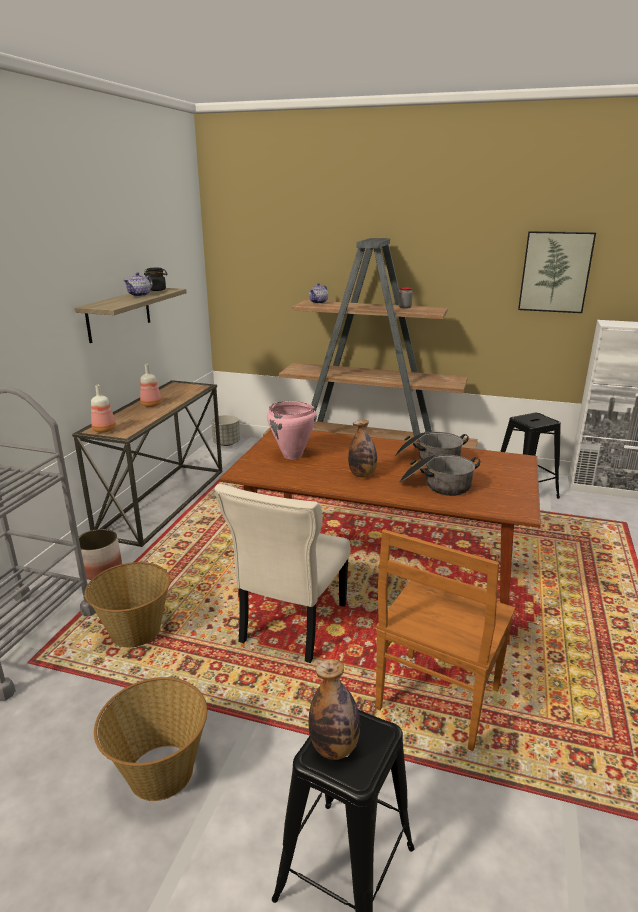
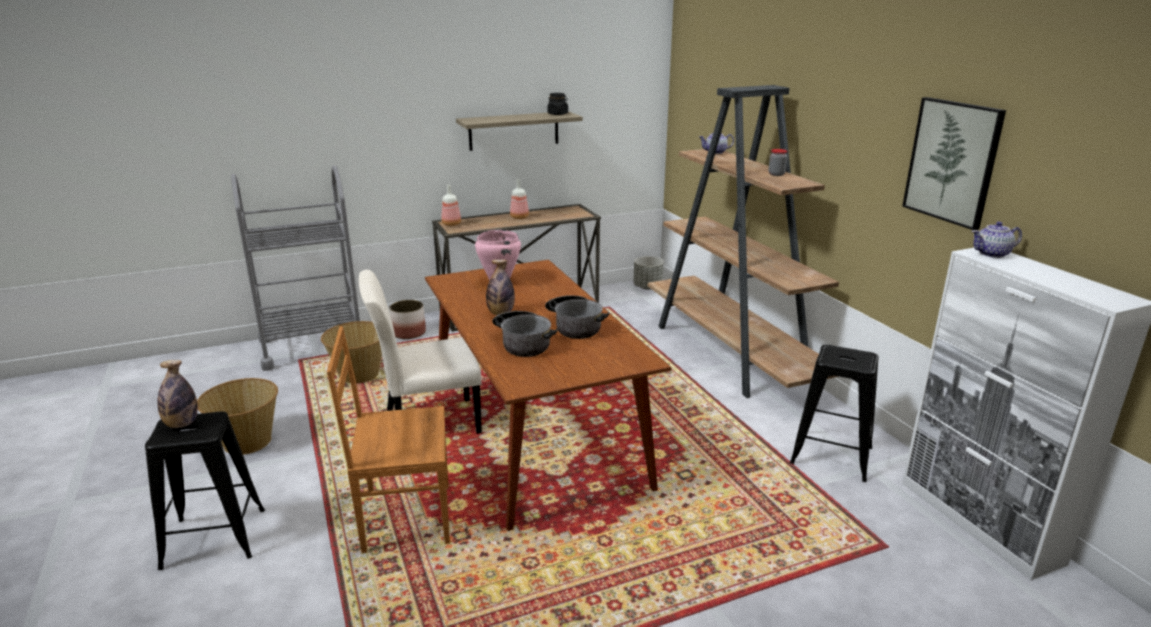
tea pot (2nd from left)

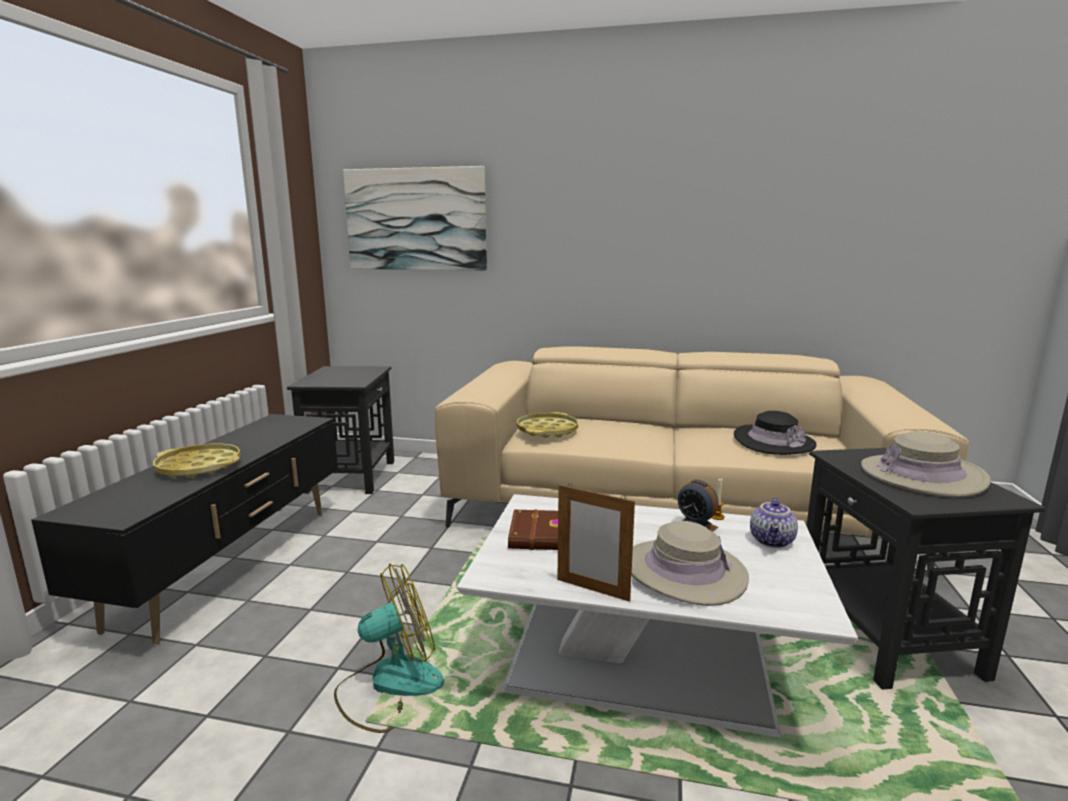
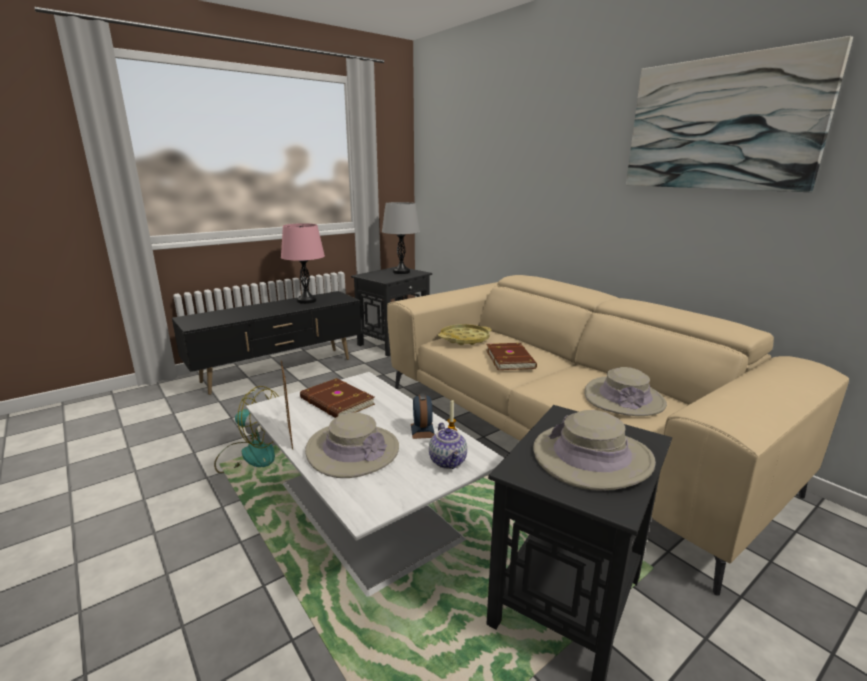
picture
wearable hat/sand-coloured (3rd from left)
carrying tray/yellowish (1st from left in the first image)
tea pot
lamp for a table/grey
lamp for a table/pink-coloured
bound book/brown-coloured (2nd from left)

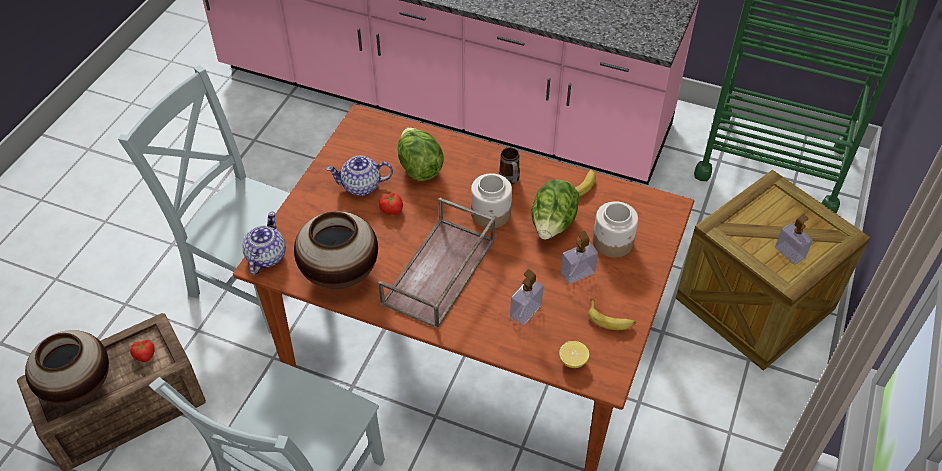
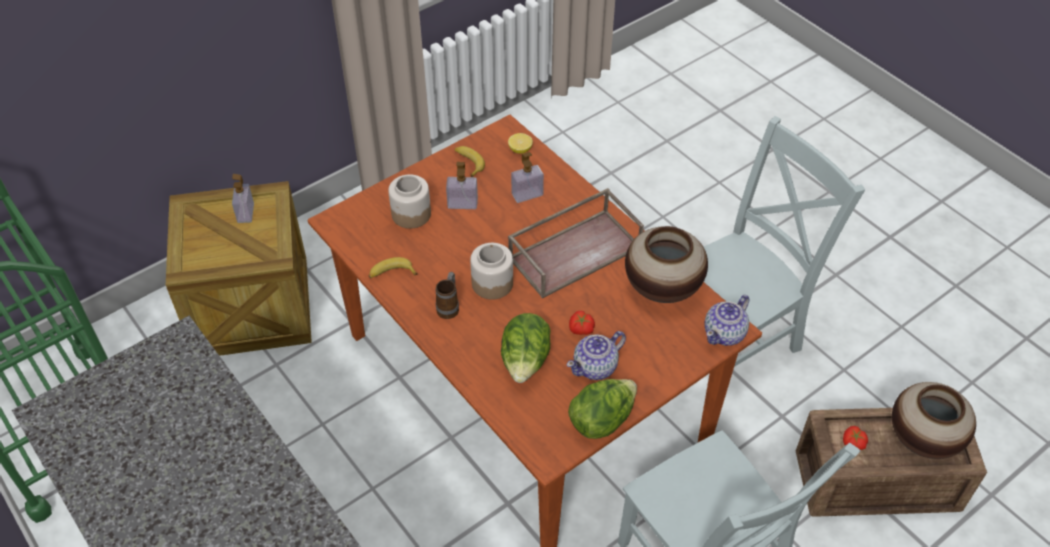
tea pot (1st from left)
head of lettuce (2nd from left)

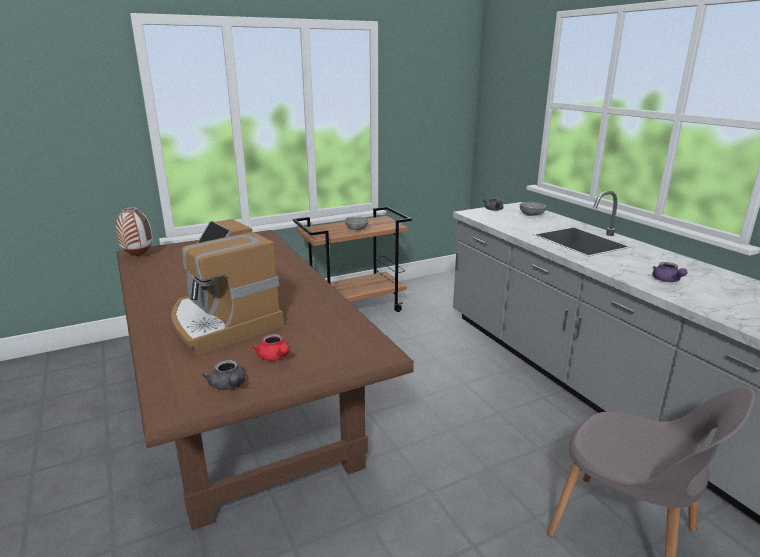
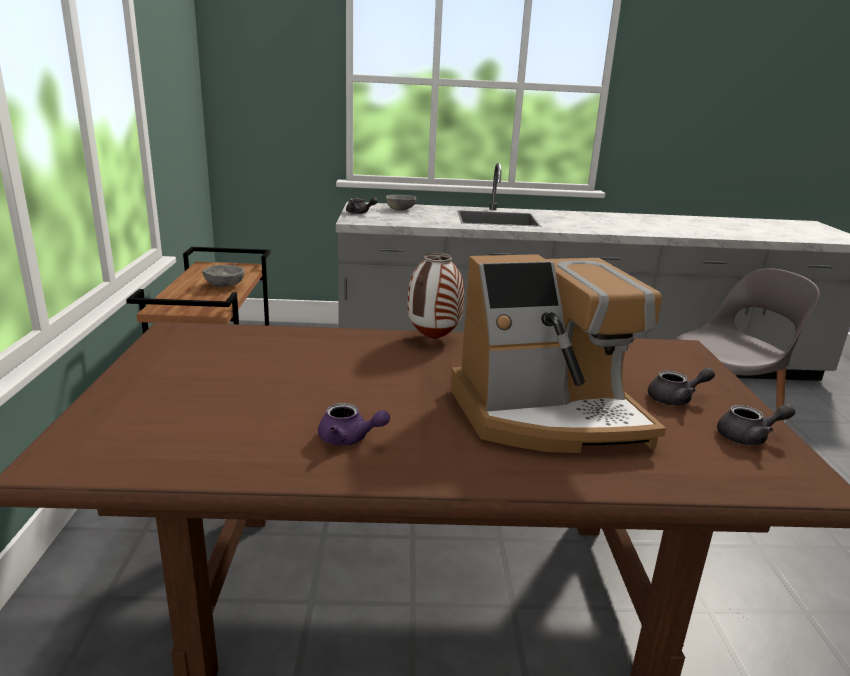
flower vase
tea pot/purple-coloured
tea pot/grey (2nd from left)

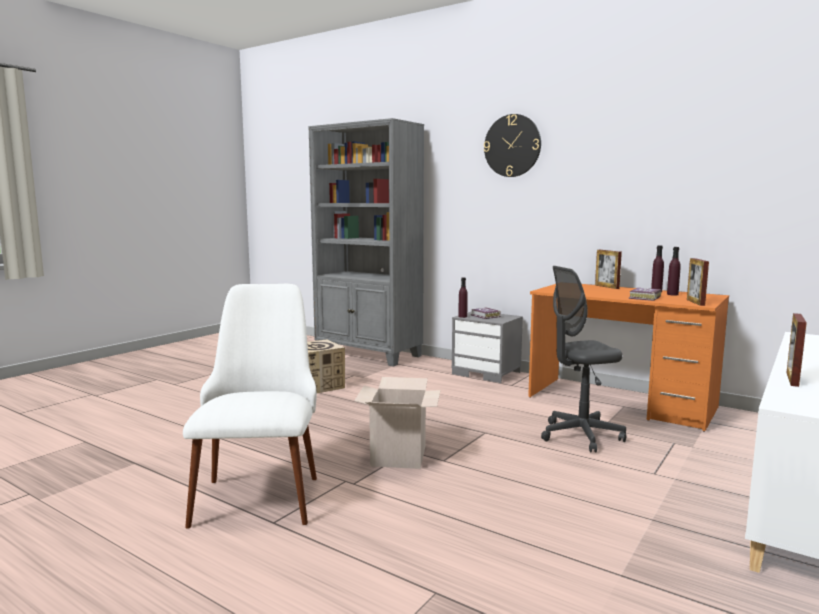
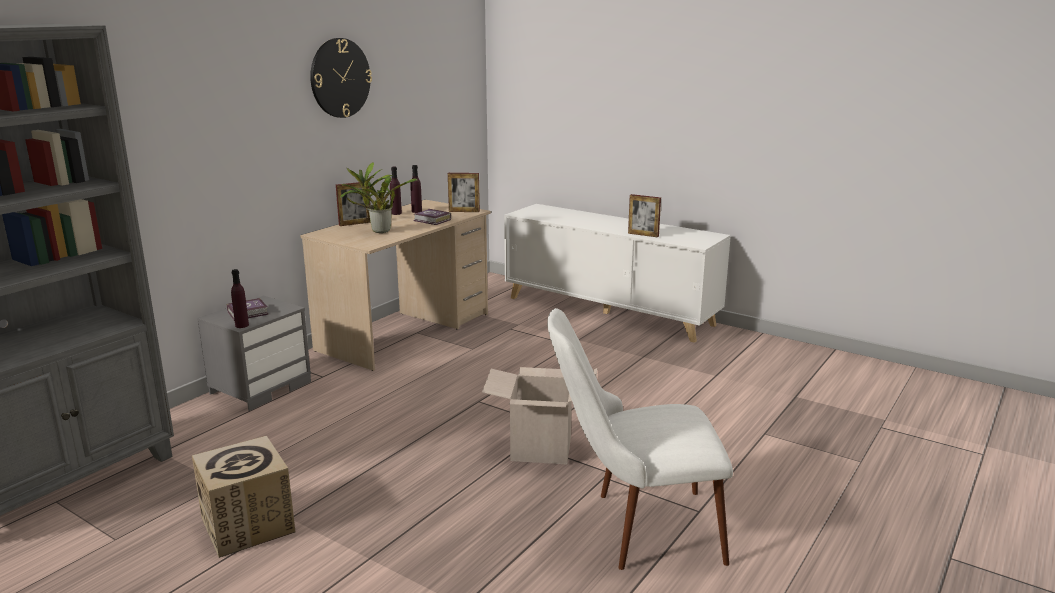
hanging clock
office chair/grey
desk unit/sand-coloured
houseplant

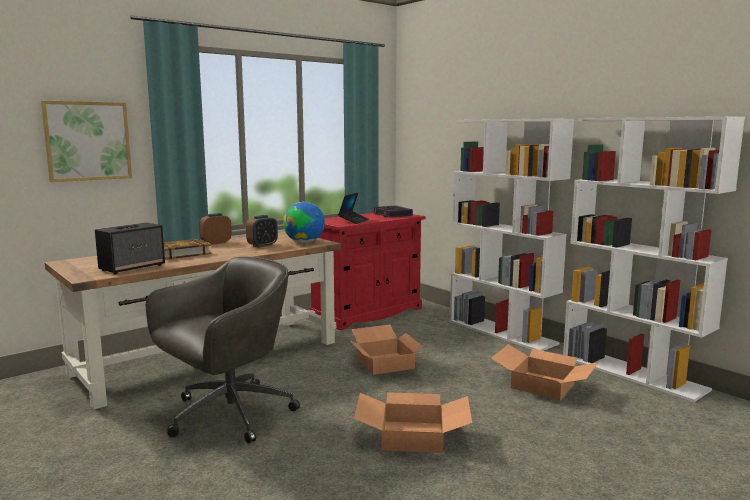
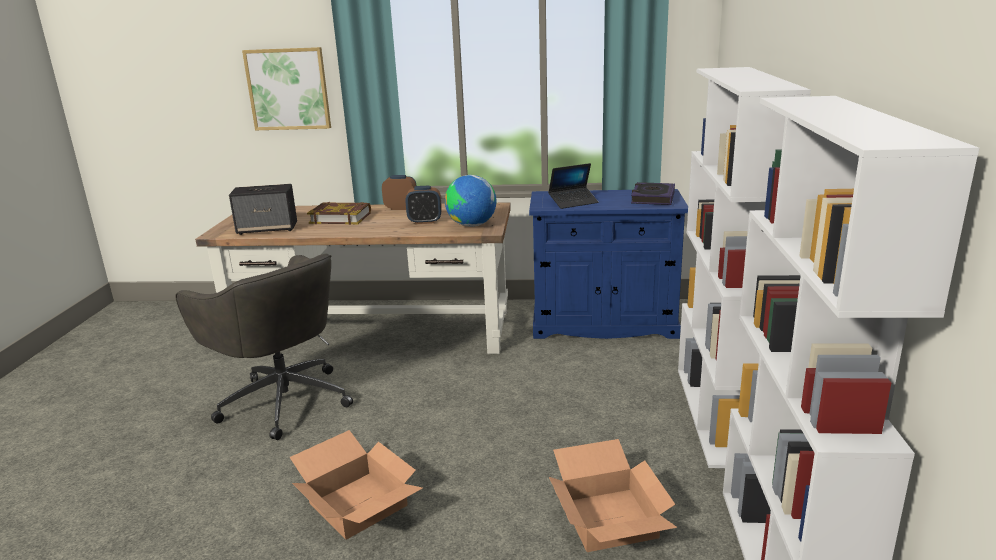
cabinet/blue
office chair/grey
cardboard box (1st from left in the first image)

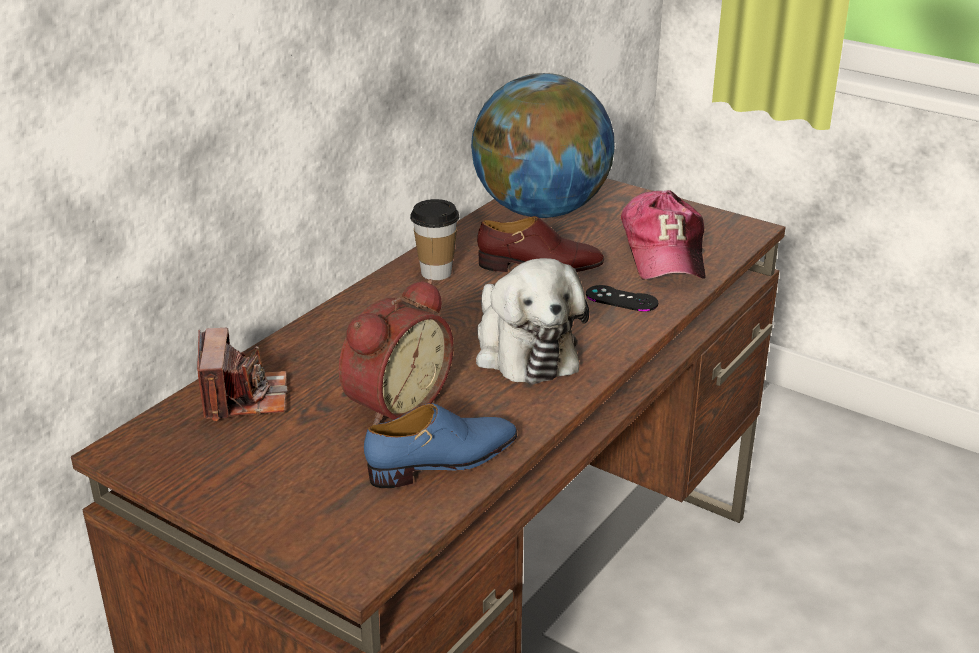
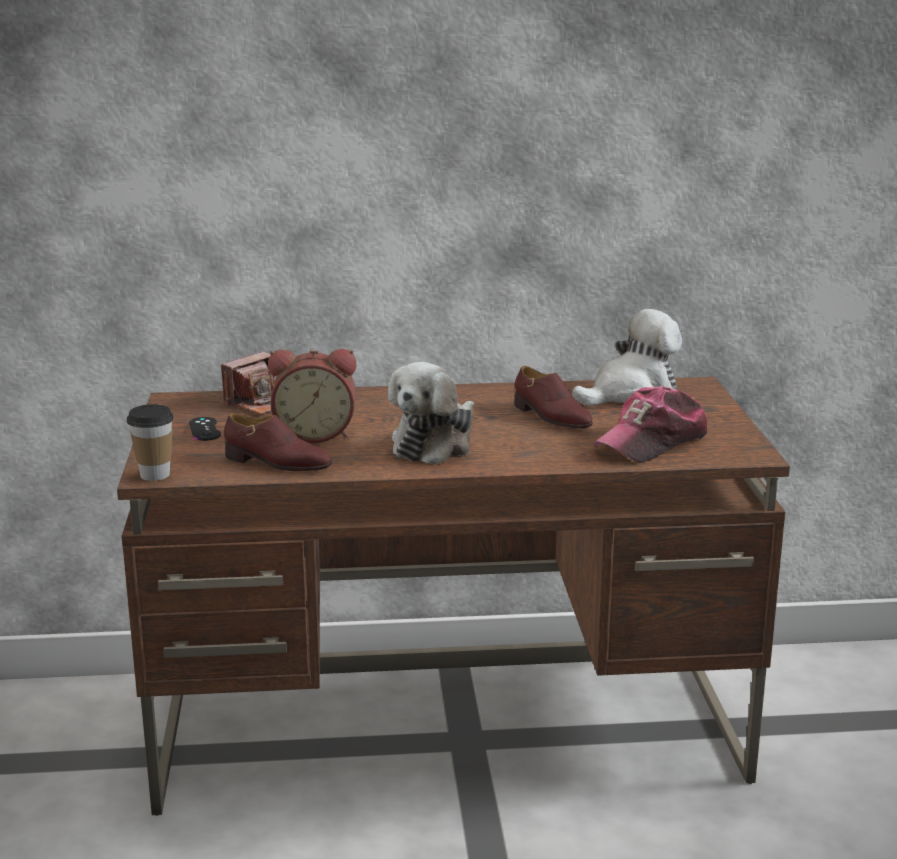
plush toy (2nd from left)
cup
game controller/blackish
low shoe/brown-coloured (1st from left)

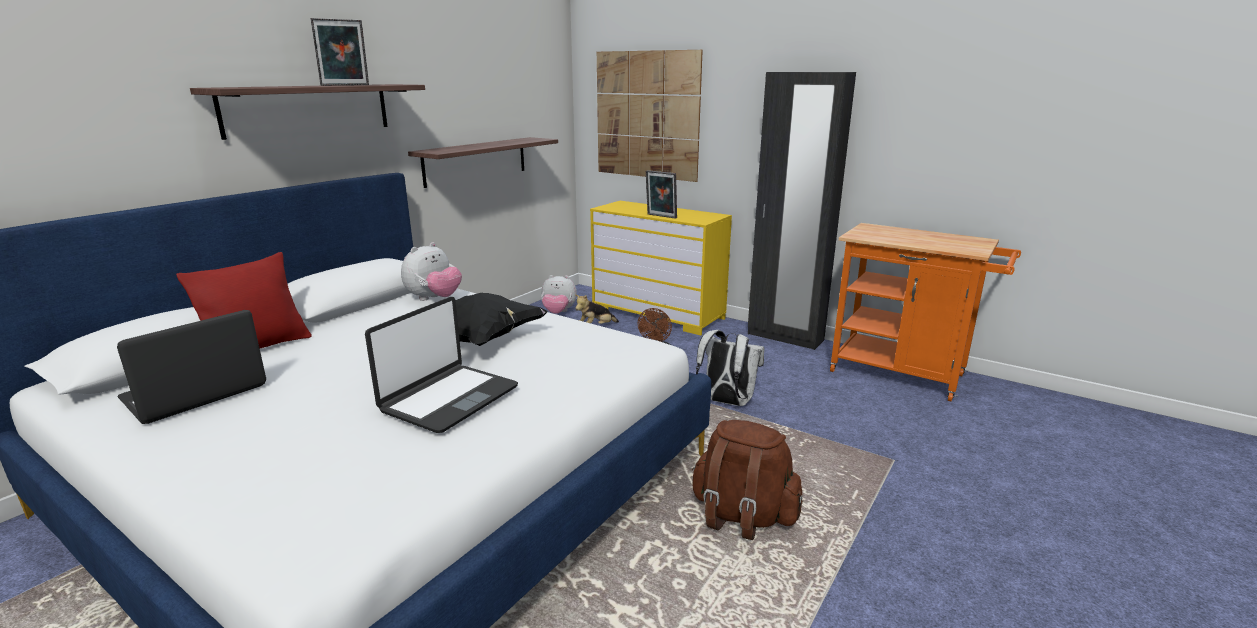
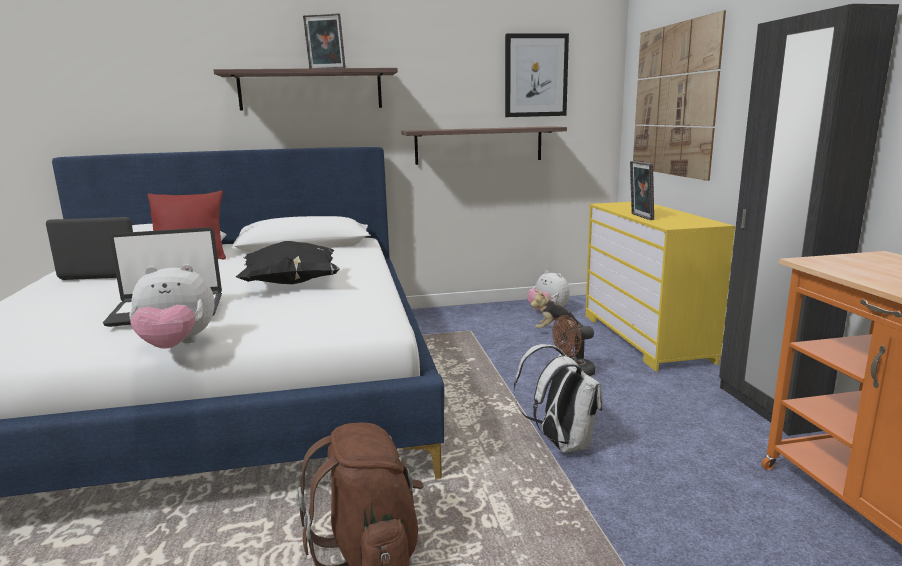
plush toy (1st from left)
picture (1st from left)

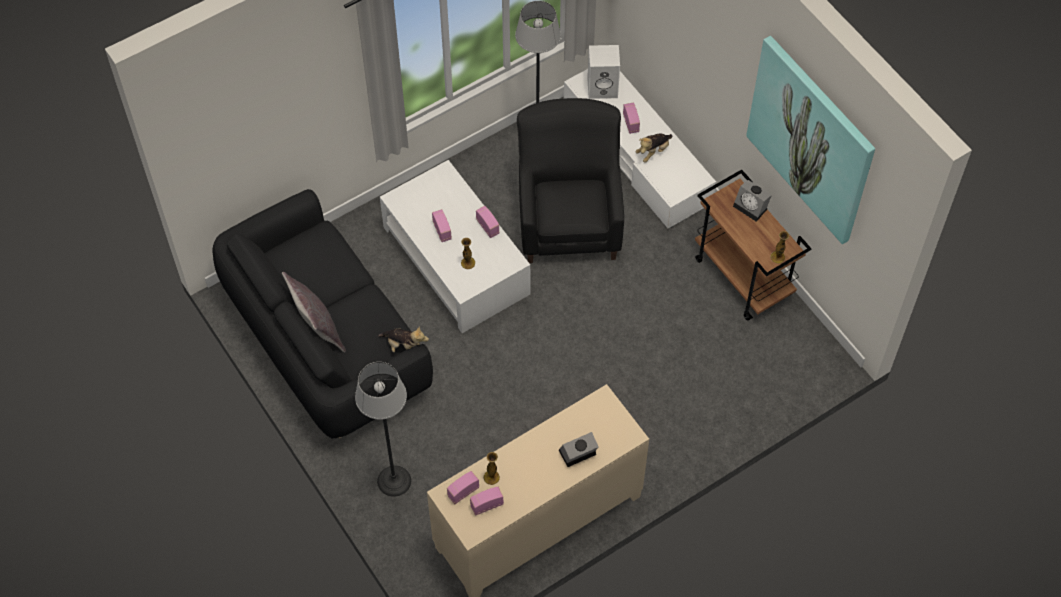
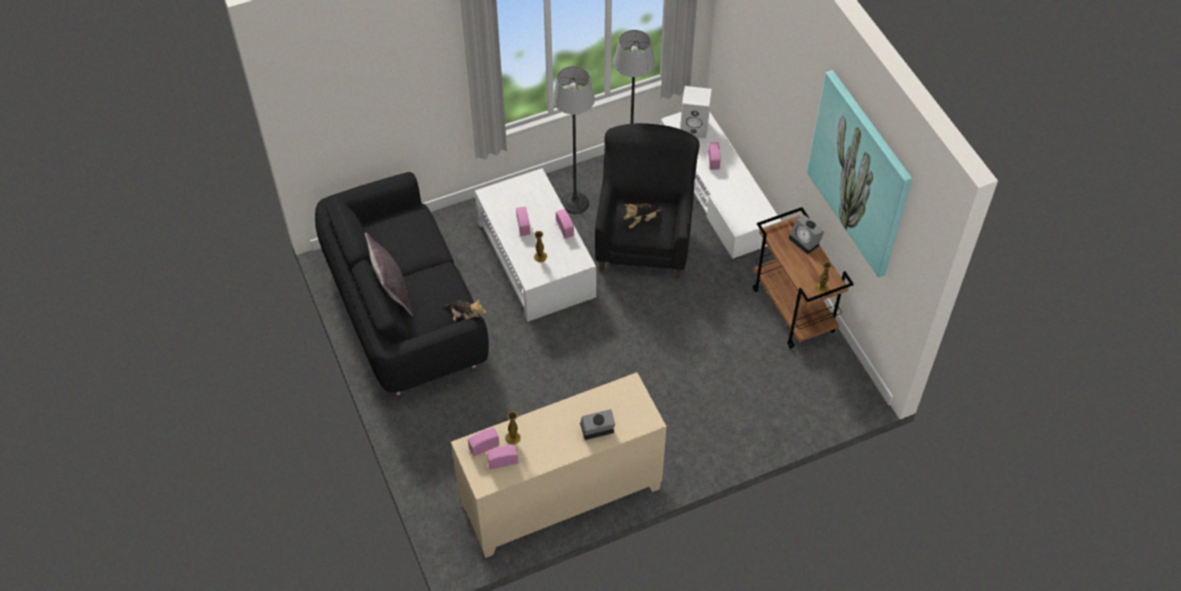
plush toy (2nd from left)
floor lamp (1st from left)

